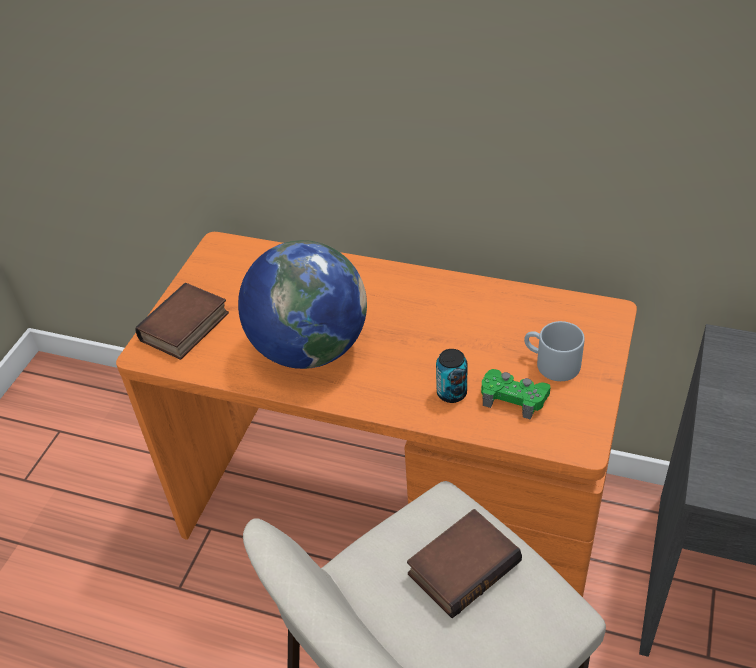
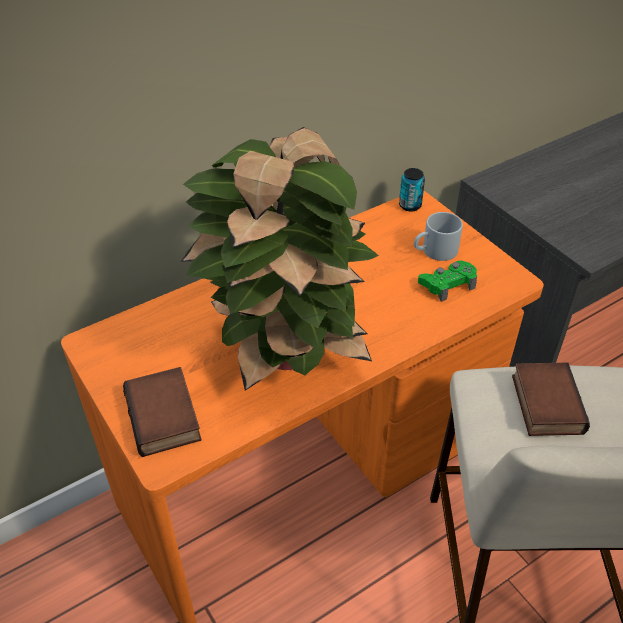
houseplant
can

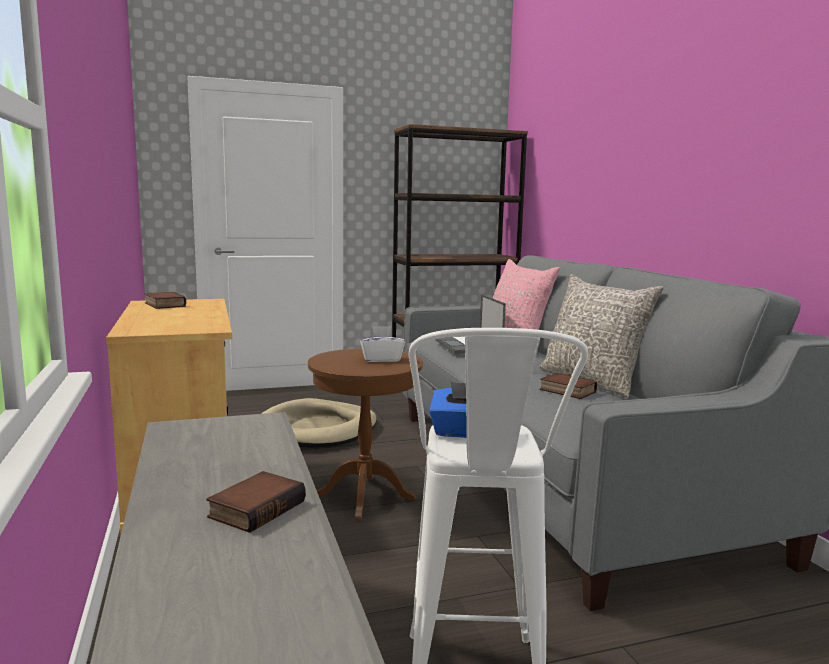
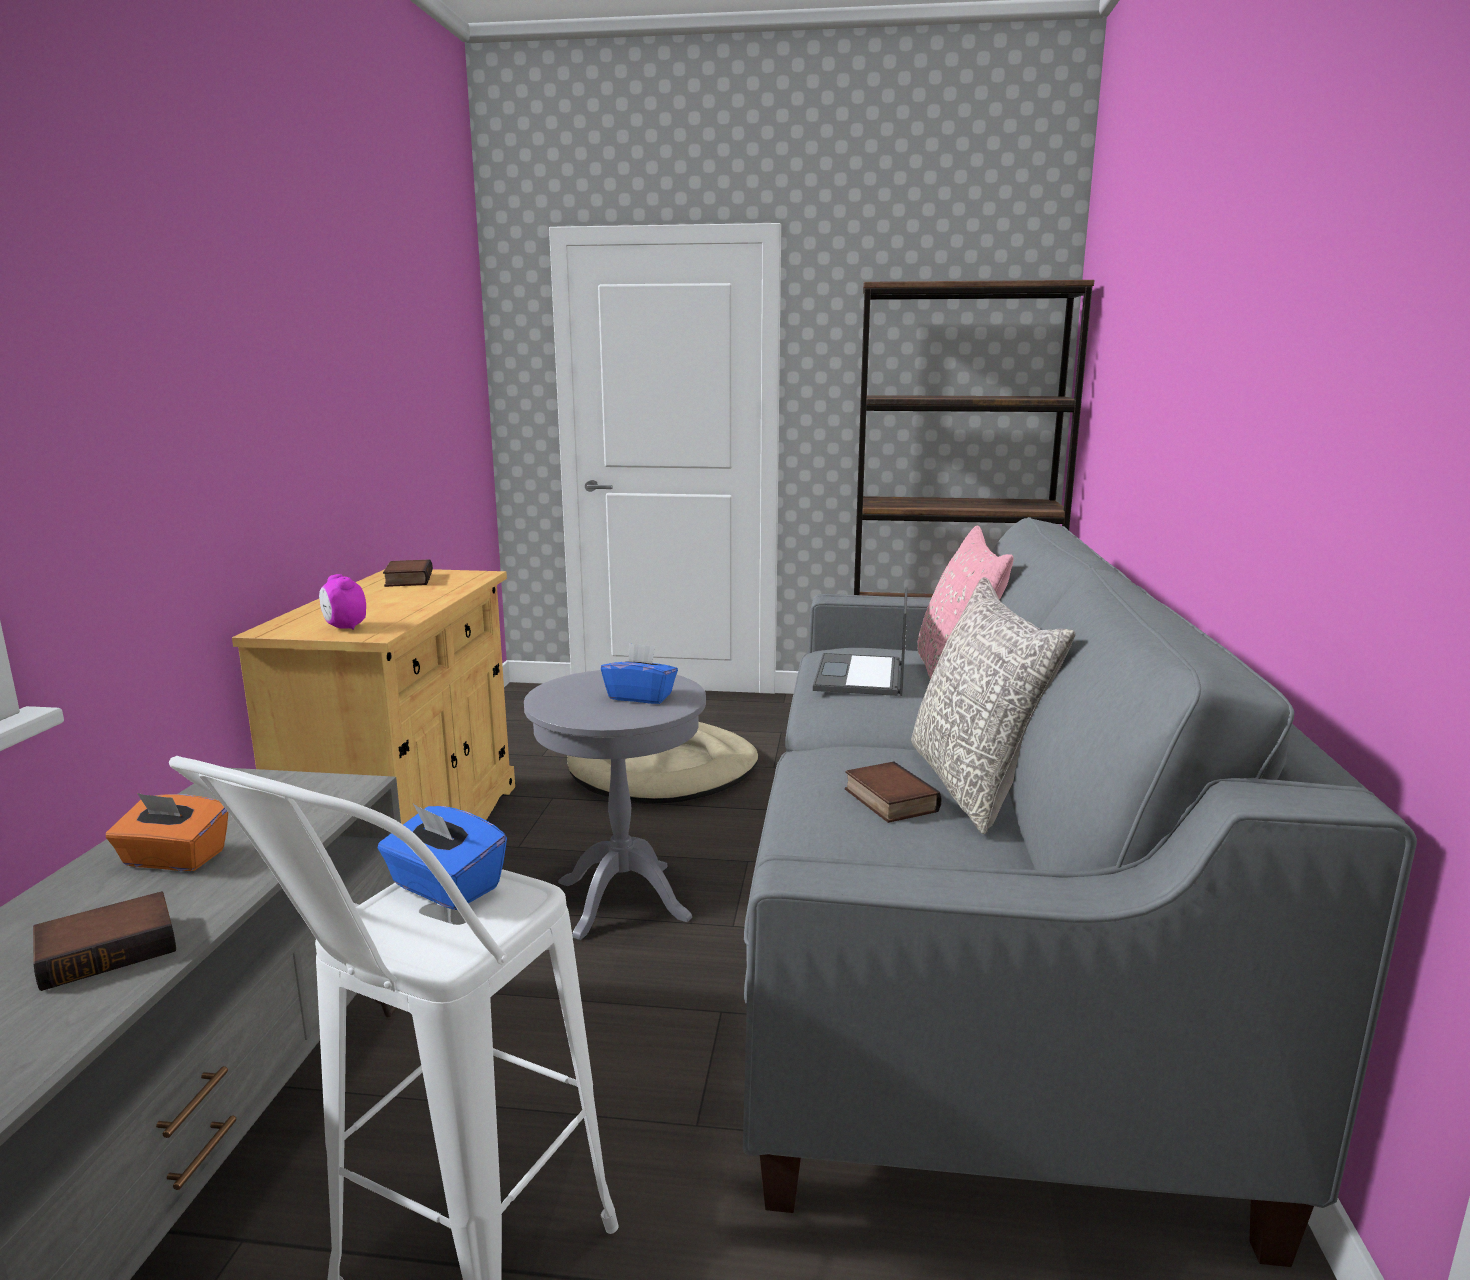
tissue holder/blue (2nd from left)
accent table/grey
alarm clock
tissue holder/orange

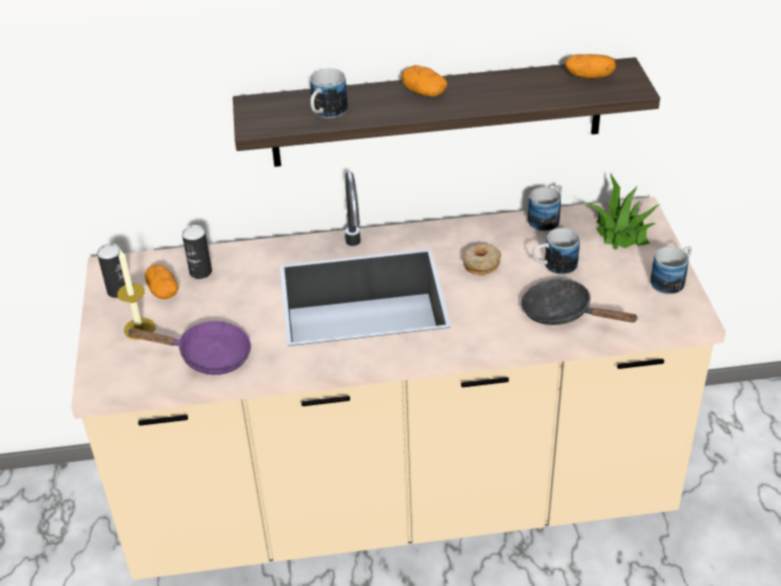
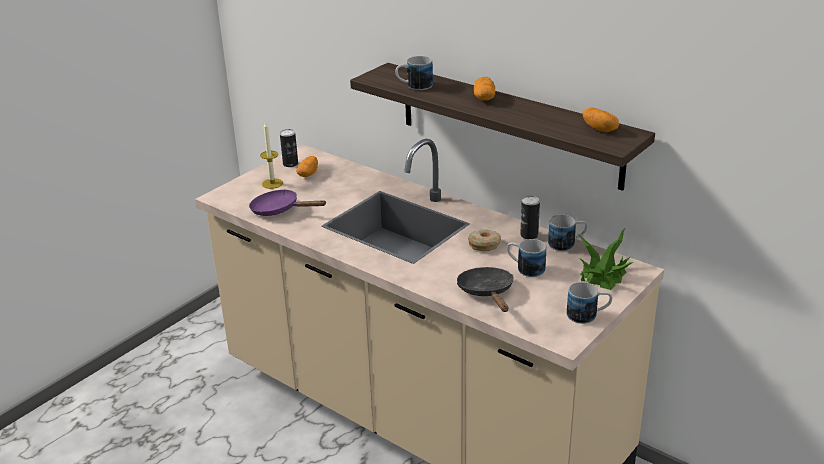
can (2nd from left)
pan/purple-coloured

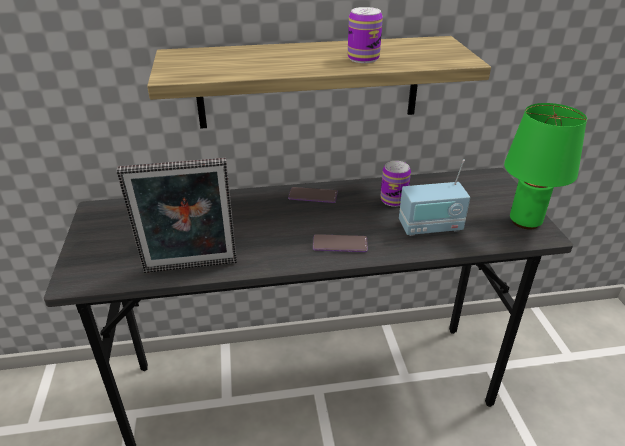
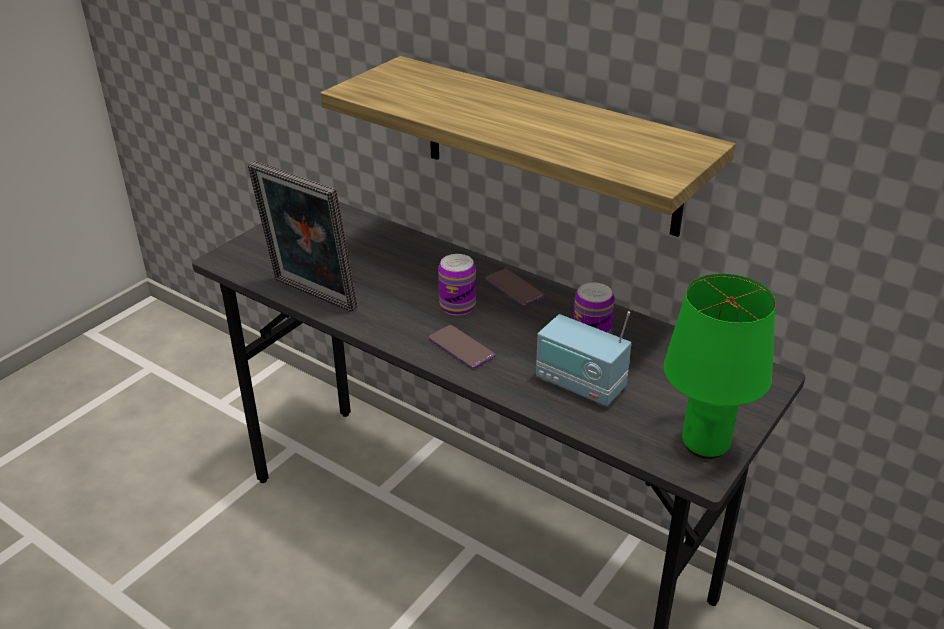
can (1st from left)

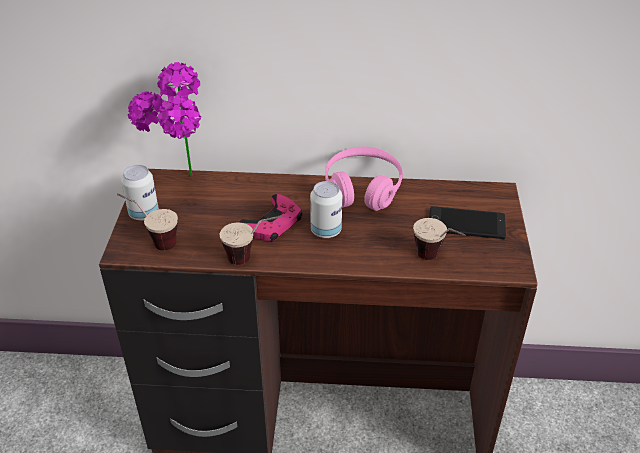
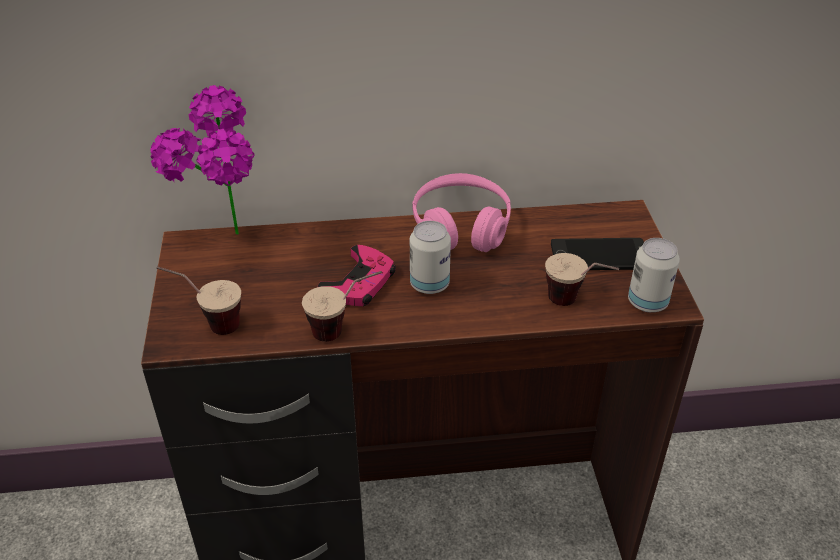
can (2nd from left)

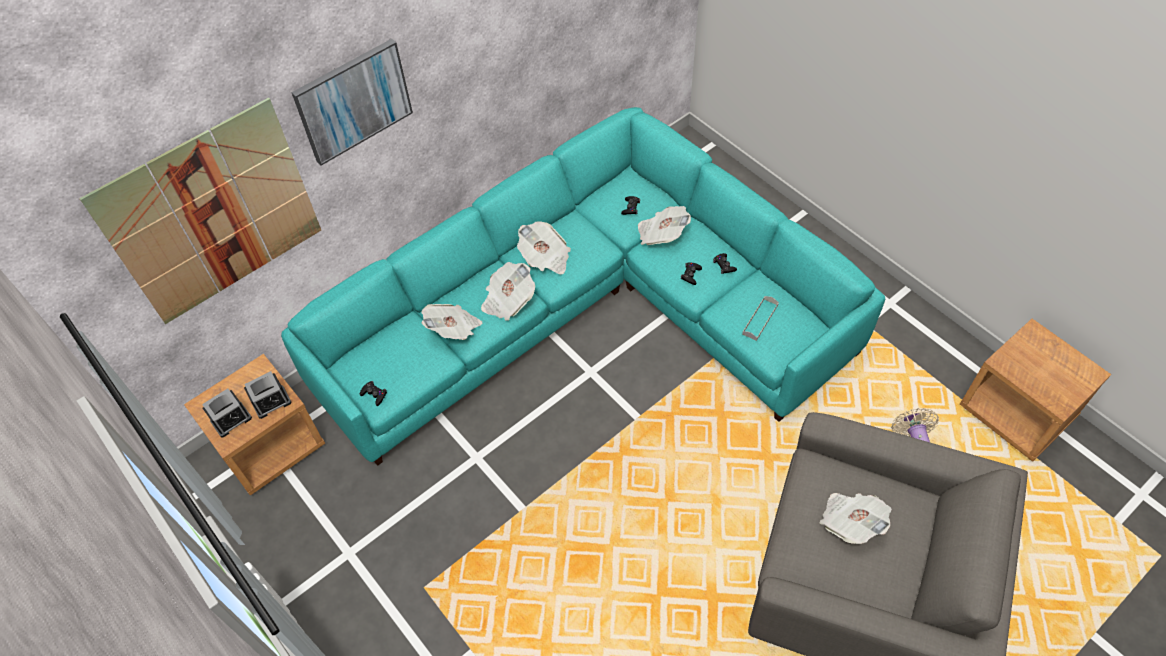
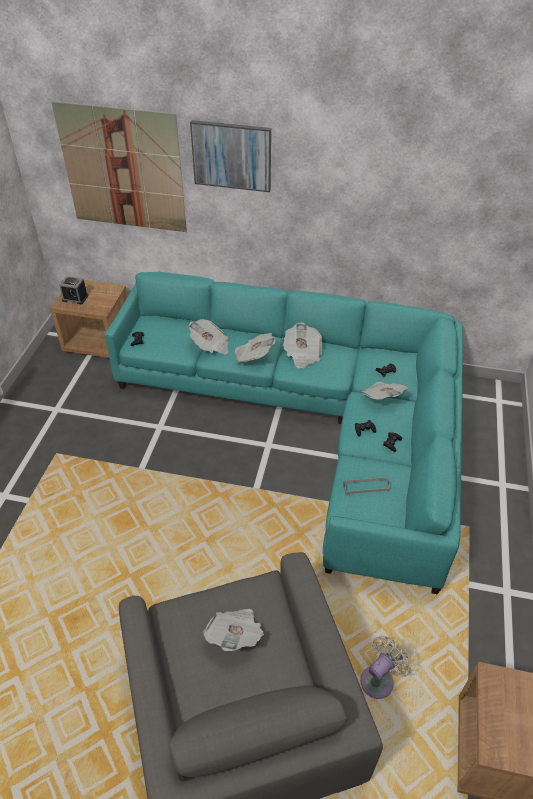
alarm clock (2nd from left in the first image)

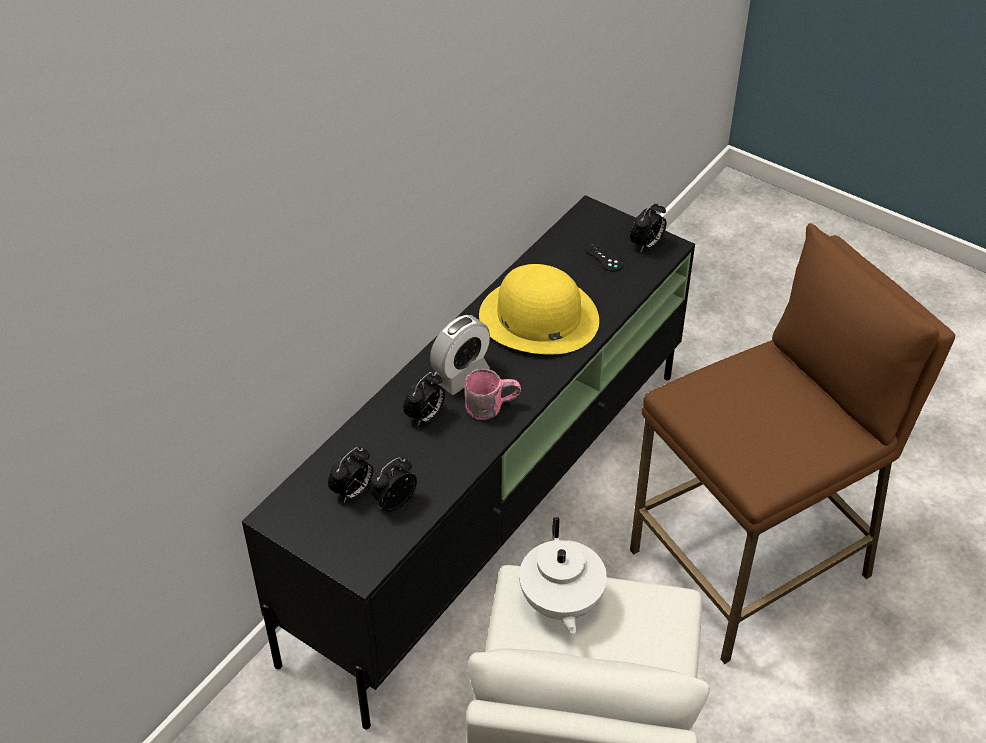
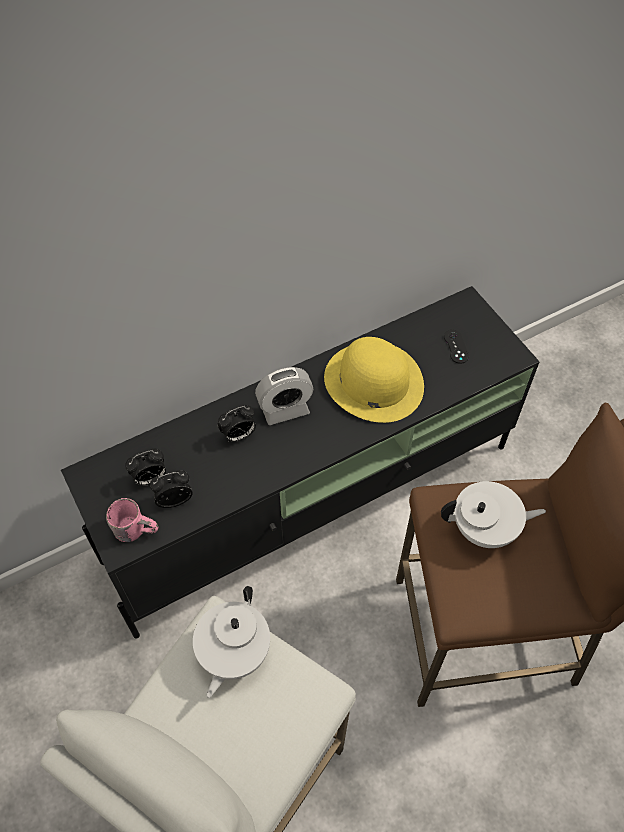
alarm clock (5th from left in the first image)
tea mug/pink-coloured
tea pot/white (2nd from left)

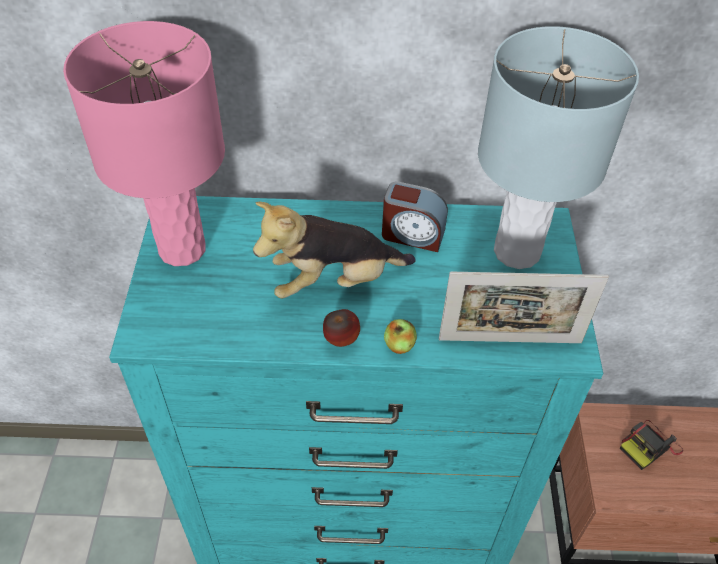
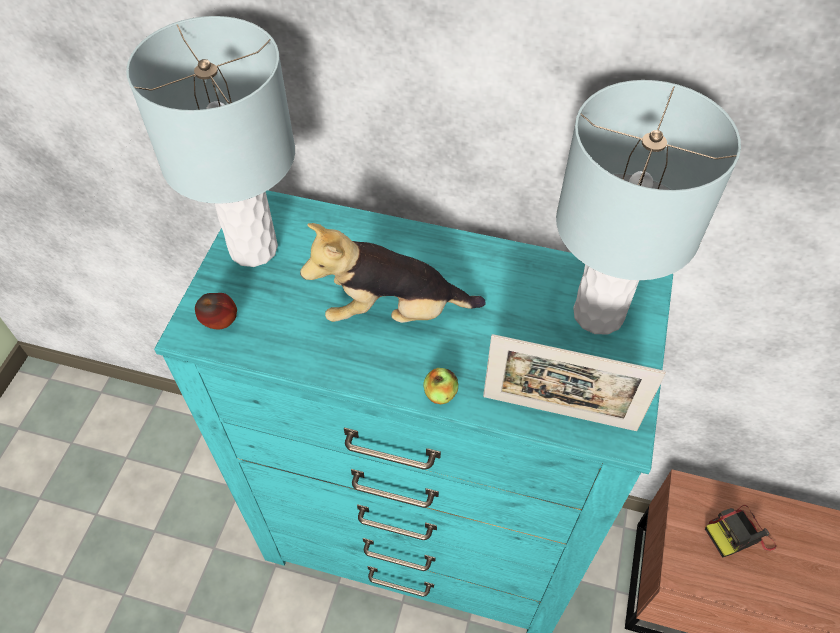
lamp for a table/grey (1st from left)
alarm clock
apple (1st from left)

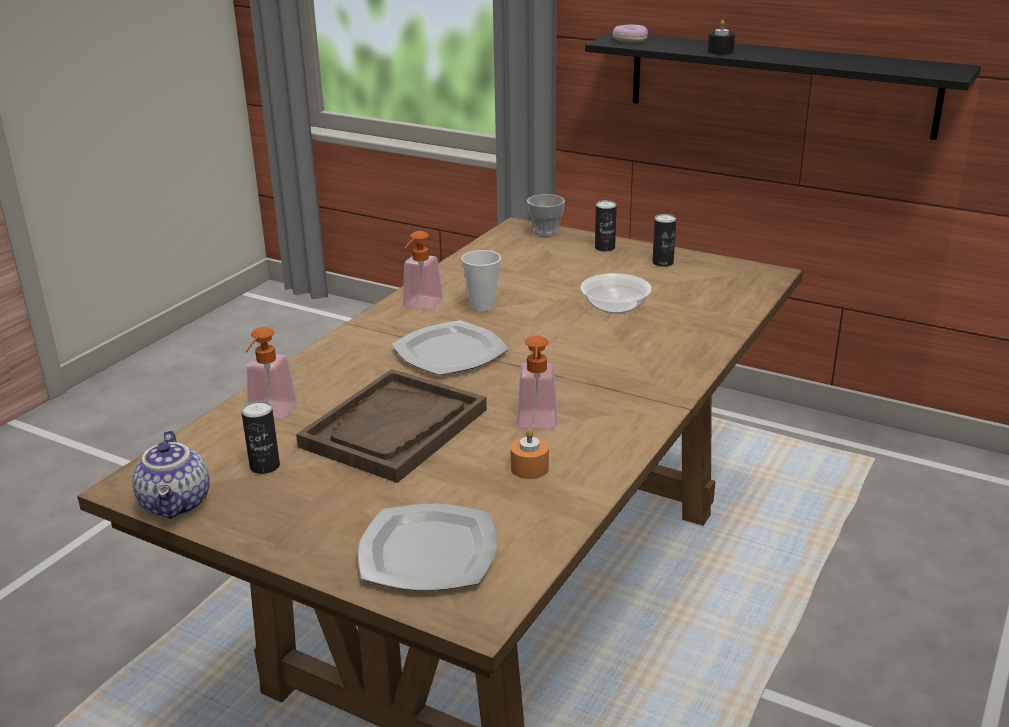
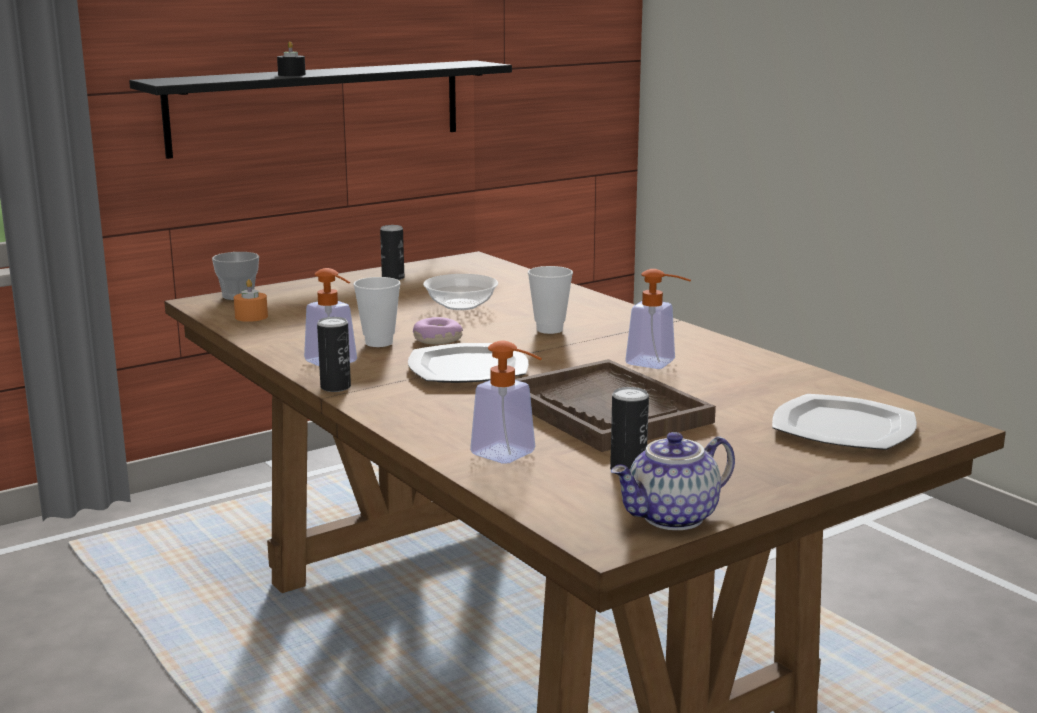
donut
can (1st from left)
wax light/orange
tea pot
cup (3rd from left)

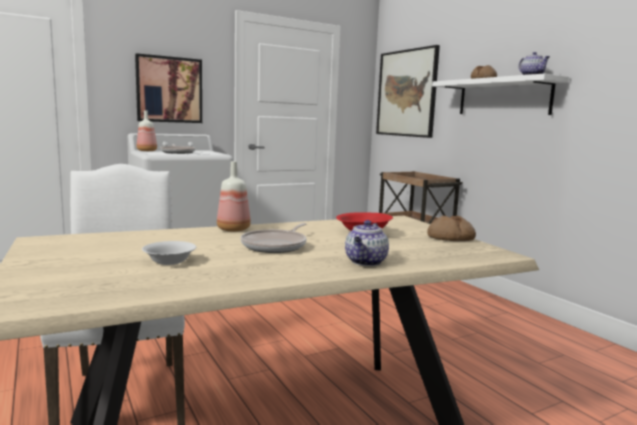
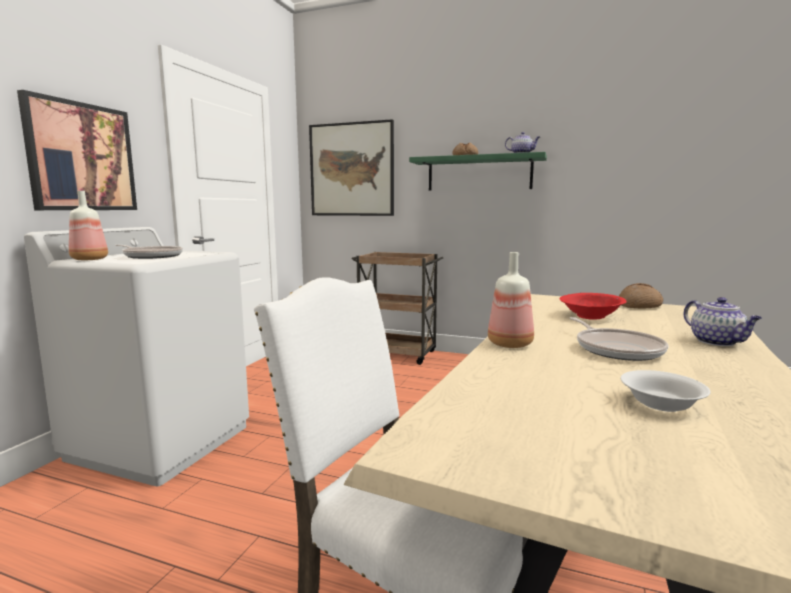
wall shelf/green

